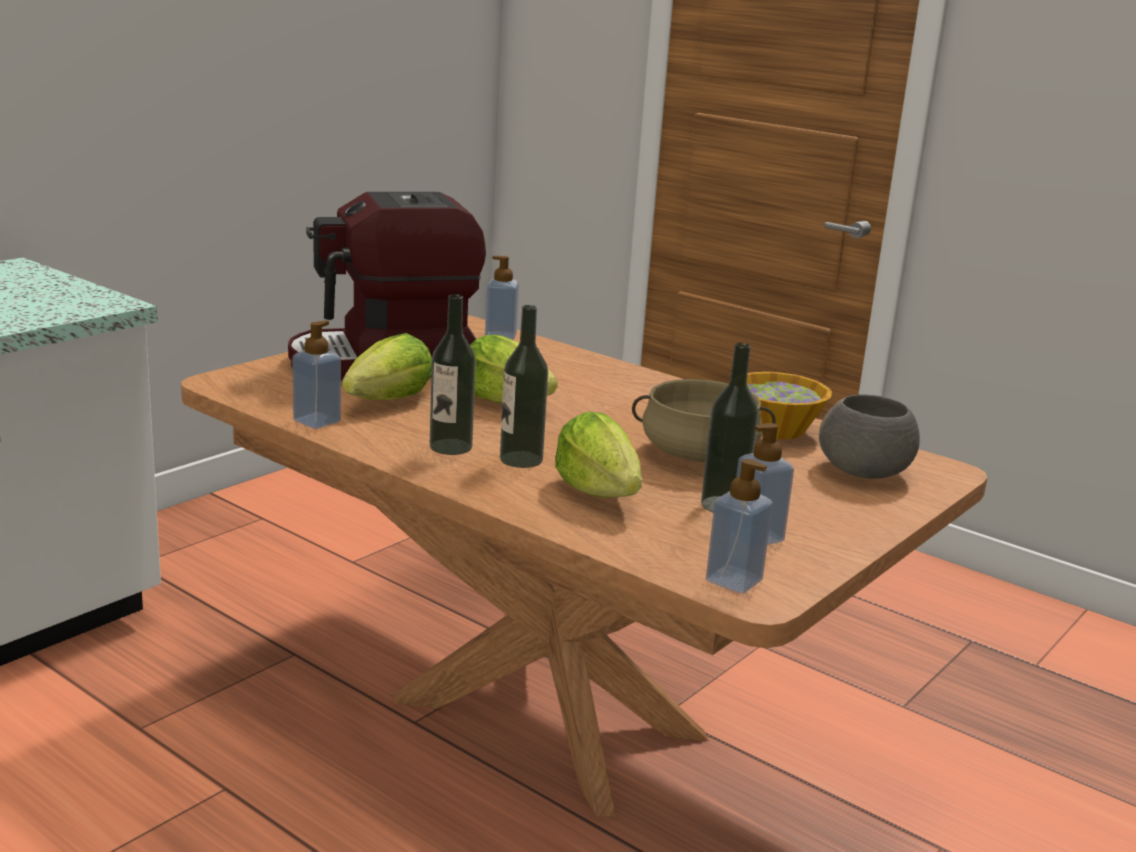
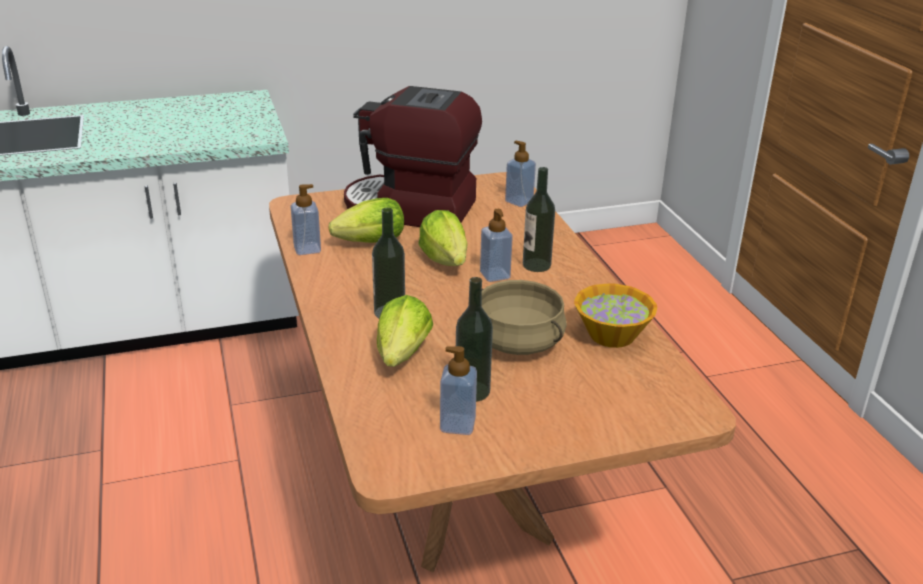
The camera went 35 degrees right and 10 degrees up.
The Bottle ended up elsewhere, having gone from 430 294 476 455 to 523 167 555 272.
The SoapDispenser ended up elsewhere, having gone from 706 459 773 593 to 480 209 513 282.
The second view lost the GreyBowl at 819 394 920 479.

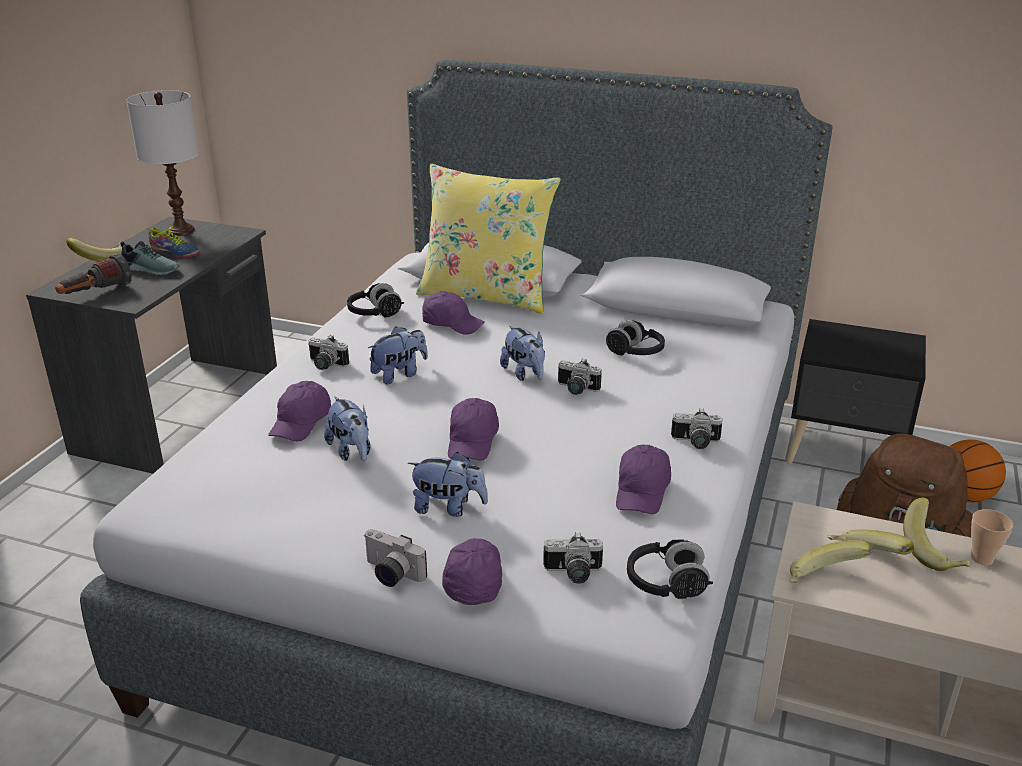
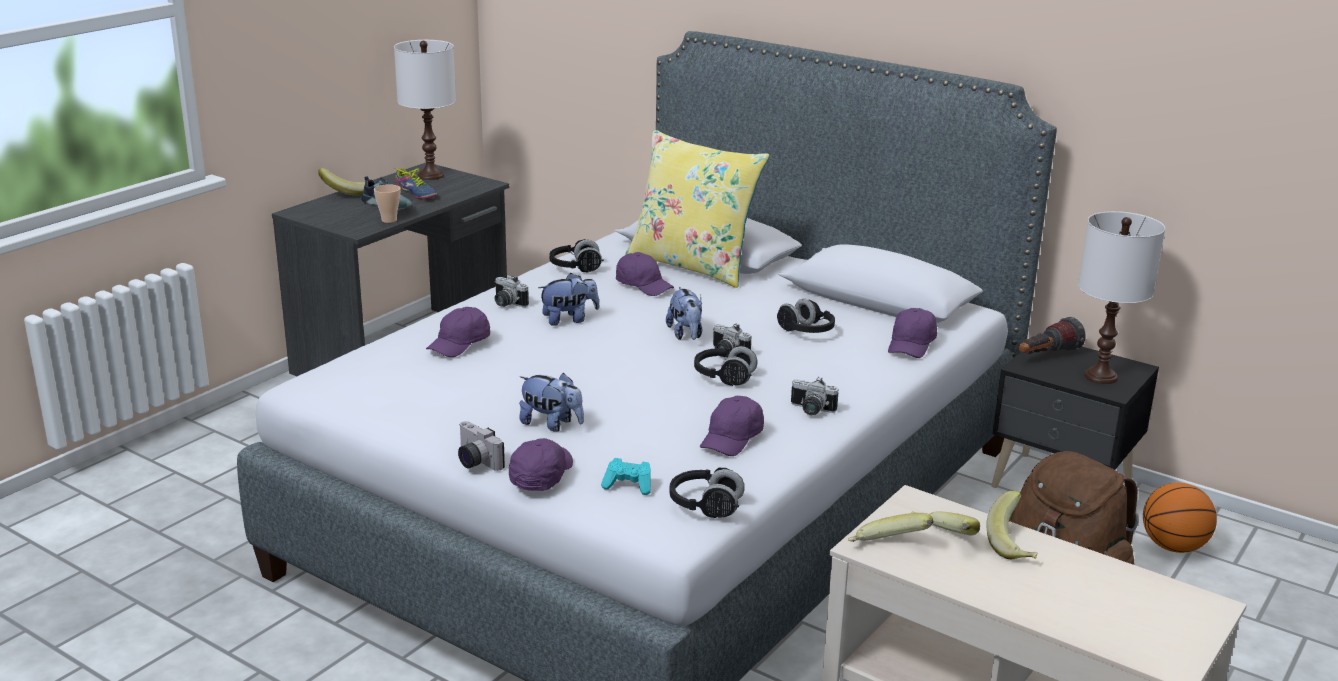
The camera went 15 degrees right and 5 degrees down.
The Flashlight ended up elsewhere, having gone from 55 253 132 294 to 1019 317 1085 354.
The second view lost the PlushToy at 324 396 370 461.
The PurpleCap ended up elsewhere, having gone from 448 398 499 461 to 888 308 937 358.
Where the PhotoCamera stood at 543 532 603 584, the TurquoiseGameController came to stand at 601 458 651 495.
The Cup ended up elsewhere, having gone from 971 509 1013 565 to 374 184 400 223.
The second view gained the BlackHeadphones at 694 346 757 386.
The second view gained the WhiteTableLamp at 1078 211 1165 384.

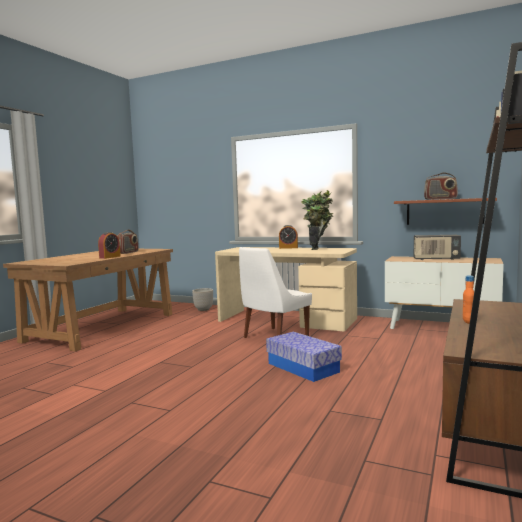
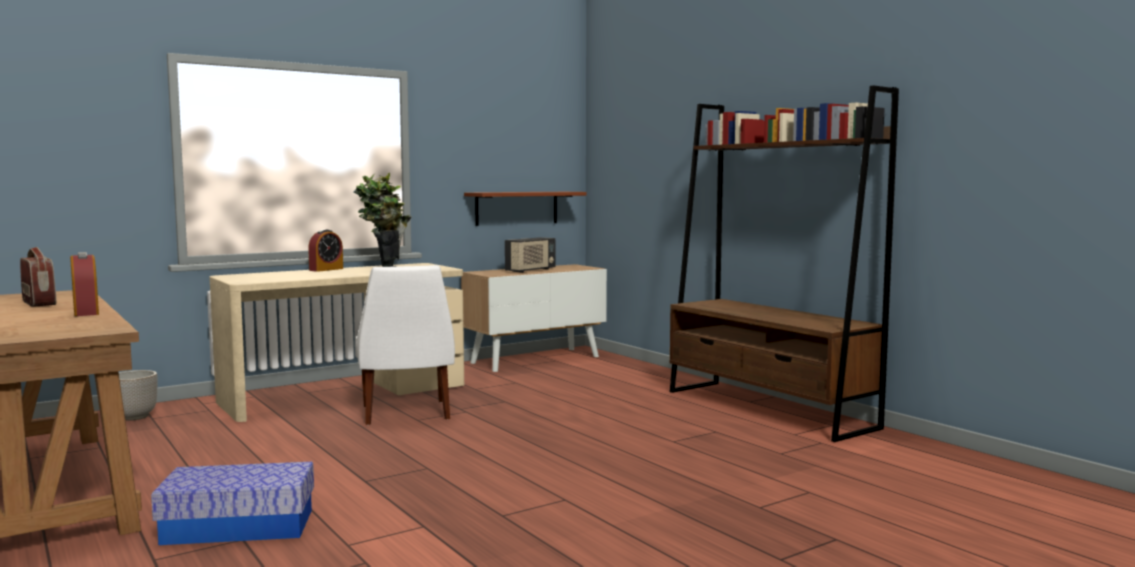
The camera went 60 degrees left and 0 degrees up.
The StorageBox ended up elsewhere, having gone from 266 332 342 382 to 151 462 314 545.
The second view lost the Radio at 424 172 458 200.
The second view lost the OrangeBottle at 463 275 474 324.

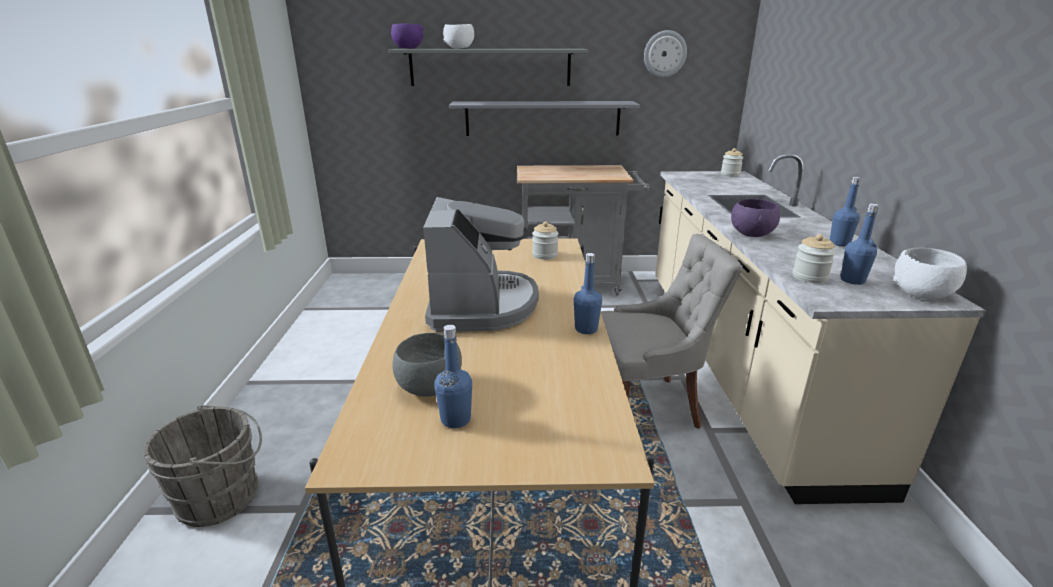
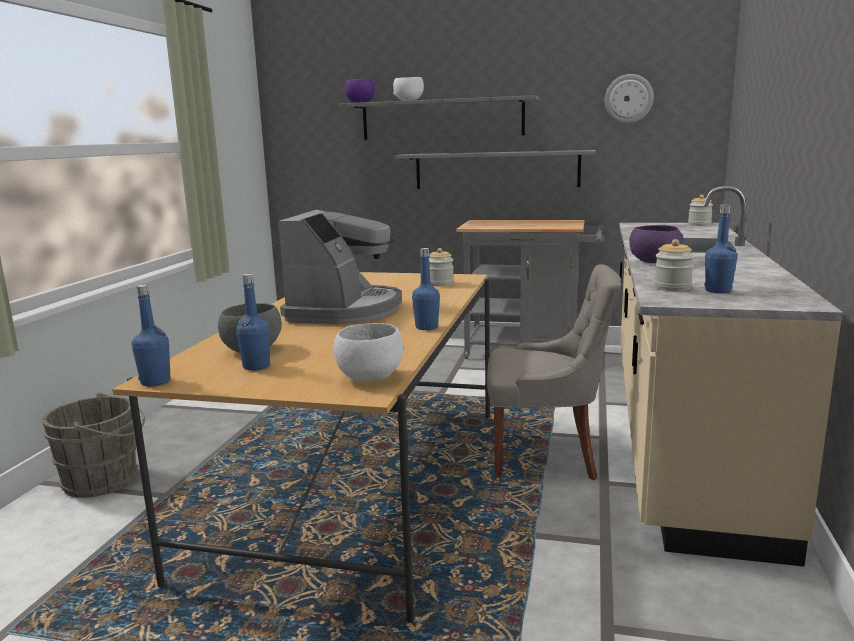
The camera went 15 degrees right and 10 degrees down.
The BlueBottle ended up elsewhere, having gone from 830 177 861 246 to 132 284 170 387.
The WhiteBowl ended up elsewhere, having gone from 893 248 967 299 to 333 323 403 382.

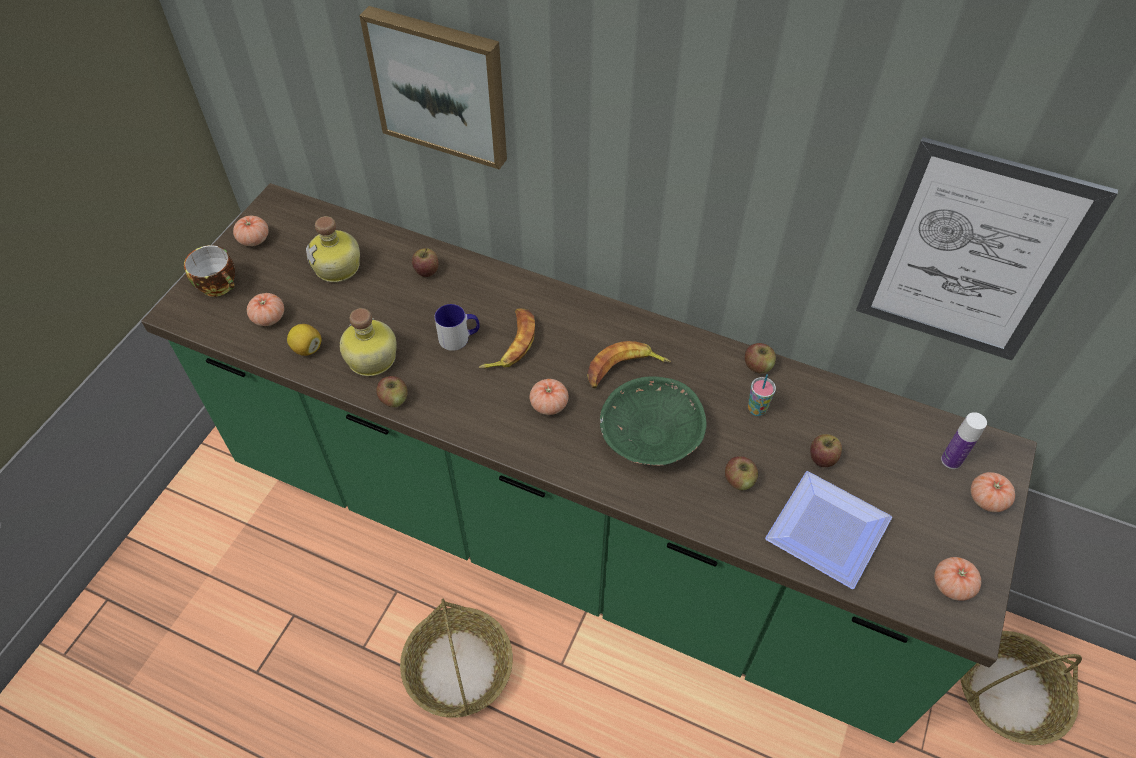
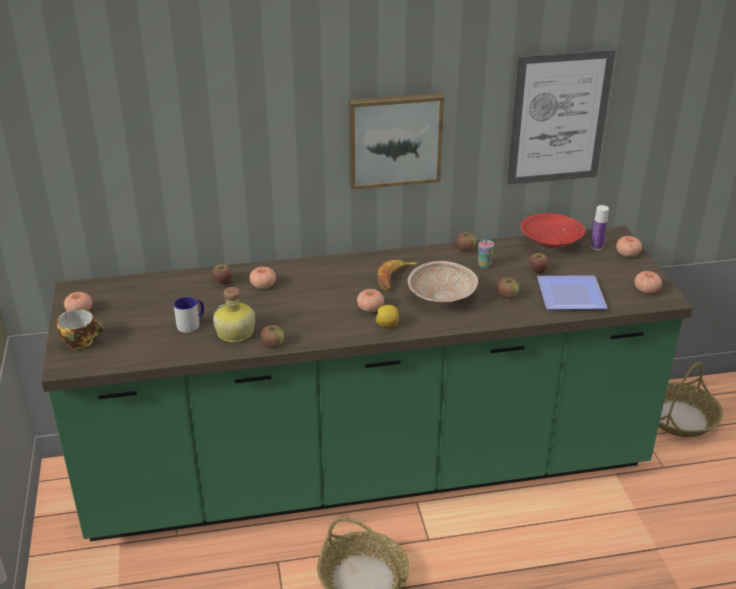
The camera went 35 degrees left and 20 degrees down.
The Tomato ended up elsewhere, having gone from 247 293 284 326 to 250 267 276 289.
The Lemon ended up elsewhere, having gone from 287 324 322 356 to 376 305 399 328.
The second view lost the Bottle at 306 216 360 282.
The Picture ended up elsewhere, having gone from 359 6 507 170 to 349 93 444 190.
The Mug ended up elsewhere, having gone from 435 304 480 351 to 174 297 204 333.
The second view lost the Banana at 478 309 535 369.
What was the GreenBowl at 600 376 707 466 turned into the BeigeBowl at 408 261 478 303.
The second view gained the RedBowl at 521 213 585 248.

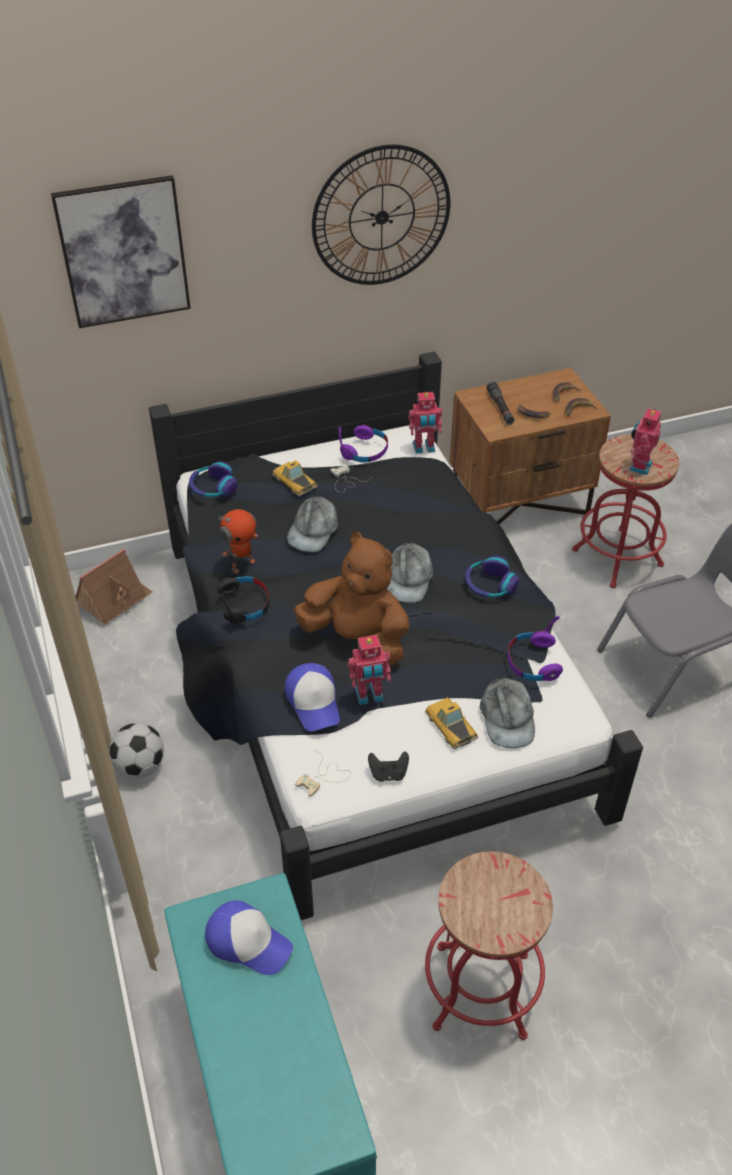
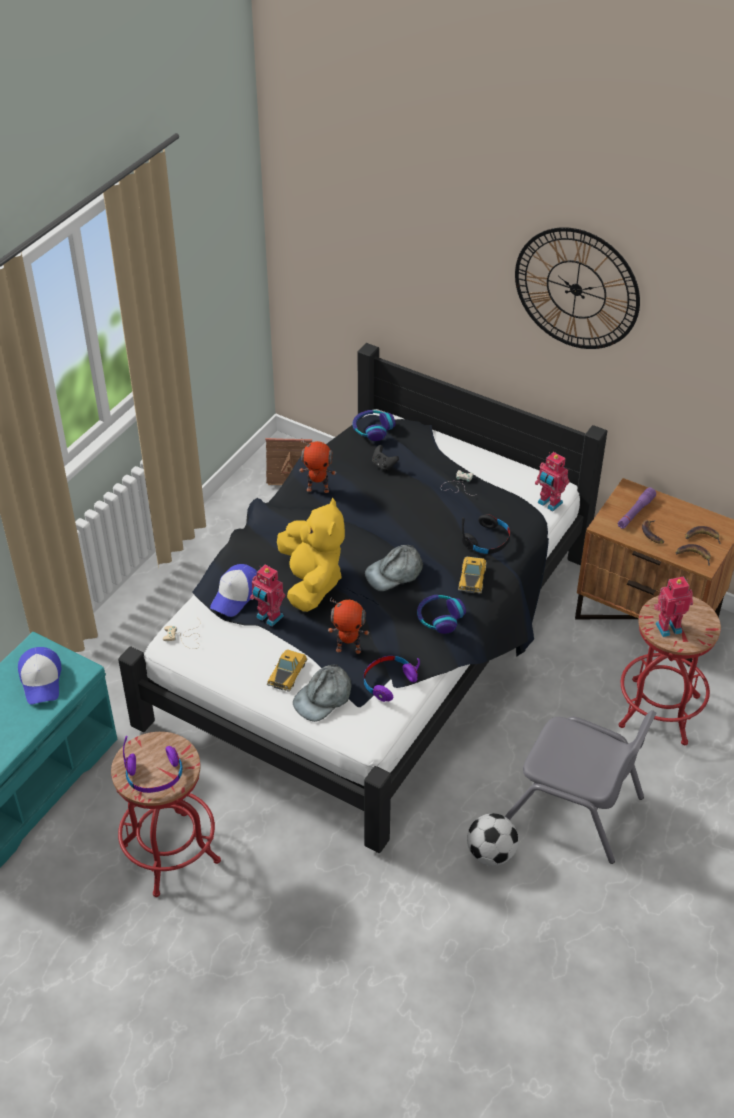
The camera went 50 degrees right and 0 degrees up.
The second view lost the Picture at 51 175 191 328.
The Football ended up elsewhere, having gone from 109 723 164 778 to 467 813 519 866.
The BlackHeadphones ended up elsewhere, having gone from 217 576 270 624 to 462 514 510 554.
The ToyCar ended up elsewhere, having gone from 272 460 318 496 to 458 557 487 594.
The second view lost the GreyCap at 287 495 339 552.
What was the BrownPlushToy at 293 532 409 666 turned into the YellowPlushToy at 277 498 345 612.
The PurpleHeadphones ended up elsewhere, having gone from 338 425 388 462 to 123 736 182 793.
The BlackGameController ended up elsewhere, having gone from 368 751 409 782 to 372 445 399 472.
What was the BlackFlashlight at 487 382 515 425 turned into the PurpleFlashlight at 618 487 656 529.
The second view gained the ToyRobot at 328 597 369 654.

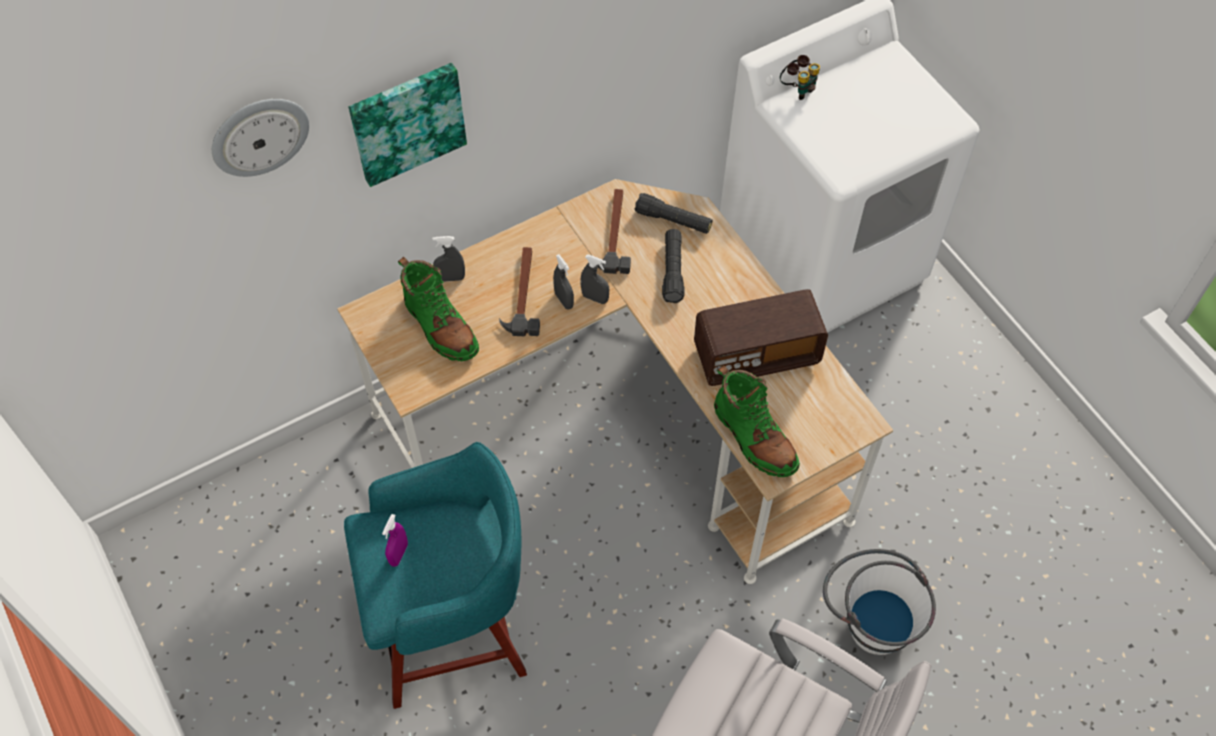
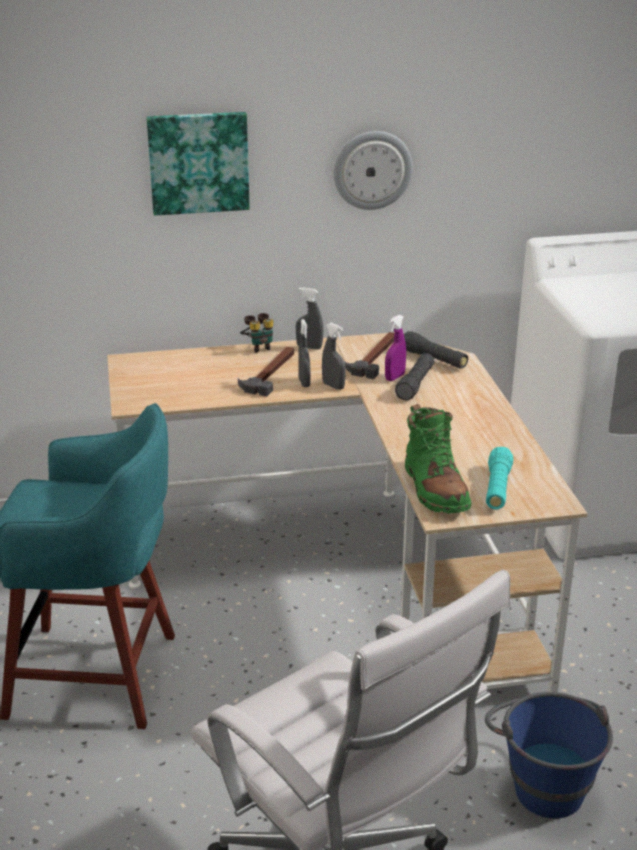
The camera went 20 degrees right and 30 degrees down.
The WallClock ended up elsewhere, having gone from 212 99 309 177 to 334 131 413 210.
The PurpleSprayBottle ended up elsewhere, having gone from 382 514 408 567 to 385 315 406 381.
The second view lost the GreenBoot at 398 257 479 361.
The GreySprayBottle ended up elsewhere, having gone from 432 236 465 282 to 296 287 323 349.
The second view lost the Radio at 694 289 828 386.
The Binoculars ended up elsewhere, having gone from 780 55 820 100 to 240 313 273 353.
What was the WhiteBucket at 823 549 936 655 turned into the BlueBucket at 485 692 613 819.
The second view gained the TurquoiseFlashlight at 486 447 513 510.

